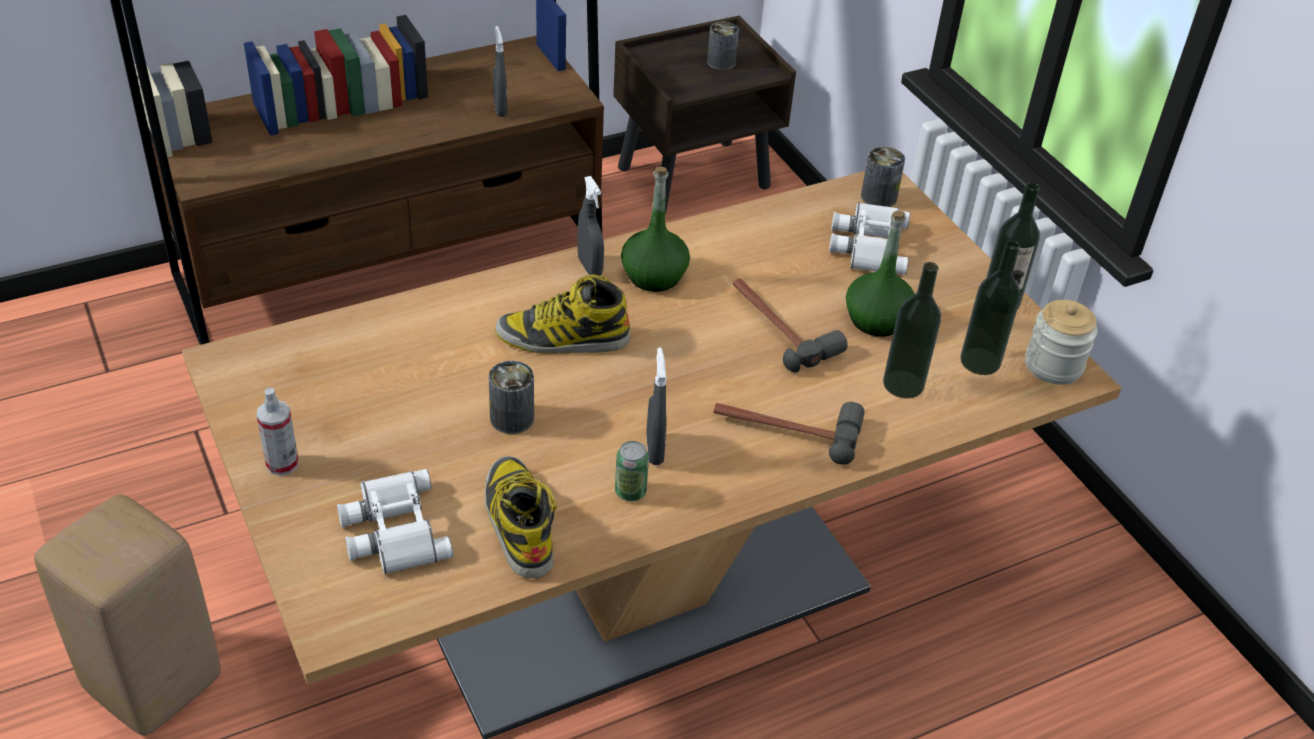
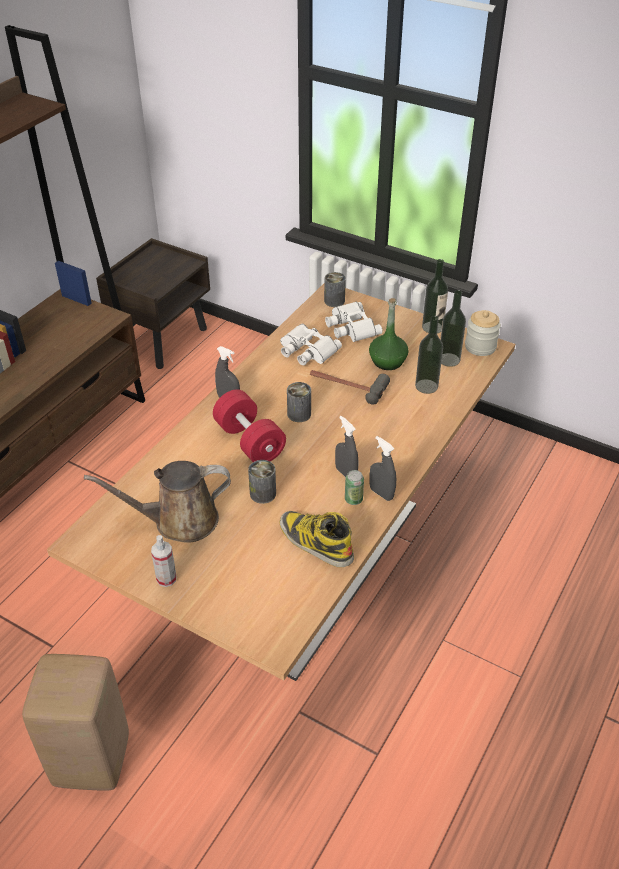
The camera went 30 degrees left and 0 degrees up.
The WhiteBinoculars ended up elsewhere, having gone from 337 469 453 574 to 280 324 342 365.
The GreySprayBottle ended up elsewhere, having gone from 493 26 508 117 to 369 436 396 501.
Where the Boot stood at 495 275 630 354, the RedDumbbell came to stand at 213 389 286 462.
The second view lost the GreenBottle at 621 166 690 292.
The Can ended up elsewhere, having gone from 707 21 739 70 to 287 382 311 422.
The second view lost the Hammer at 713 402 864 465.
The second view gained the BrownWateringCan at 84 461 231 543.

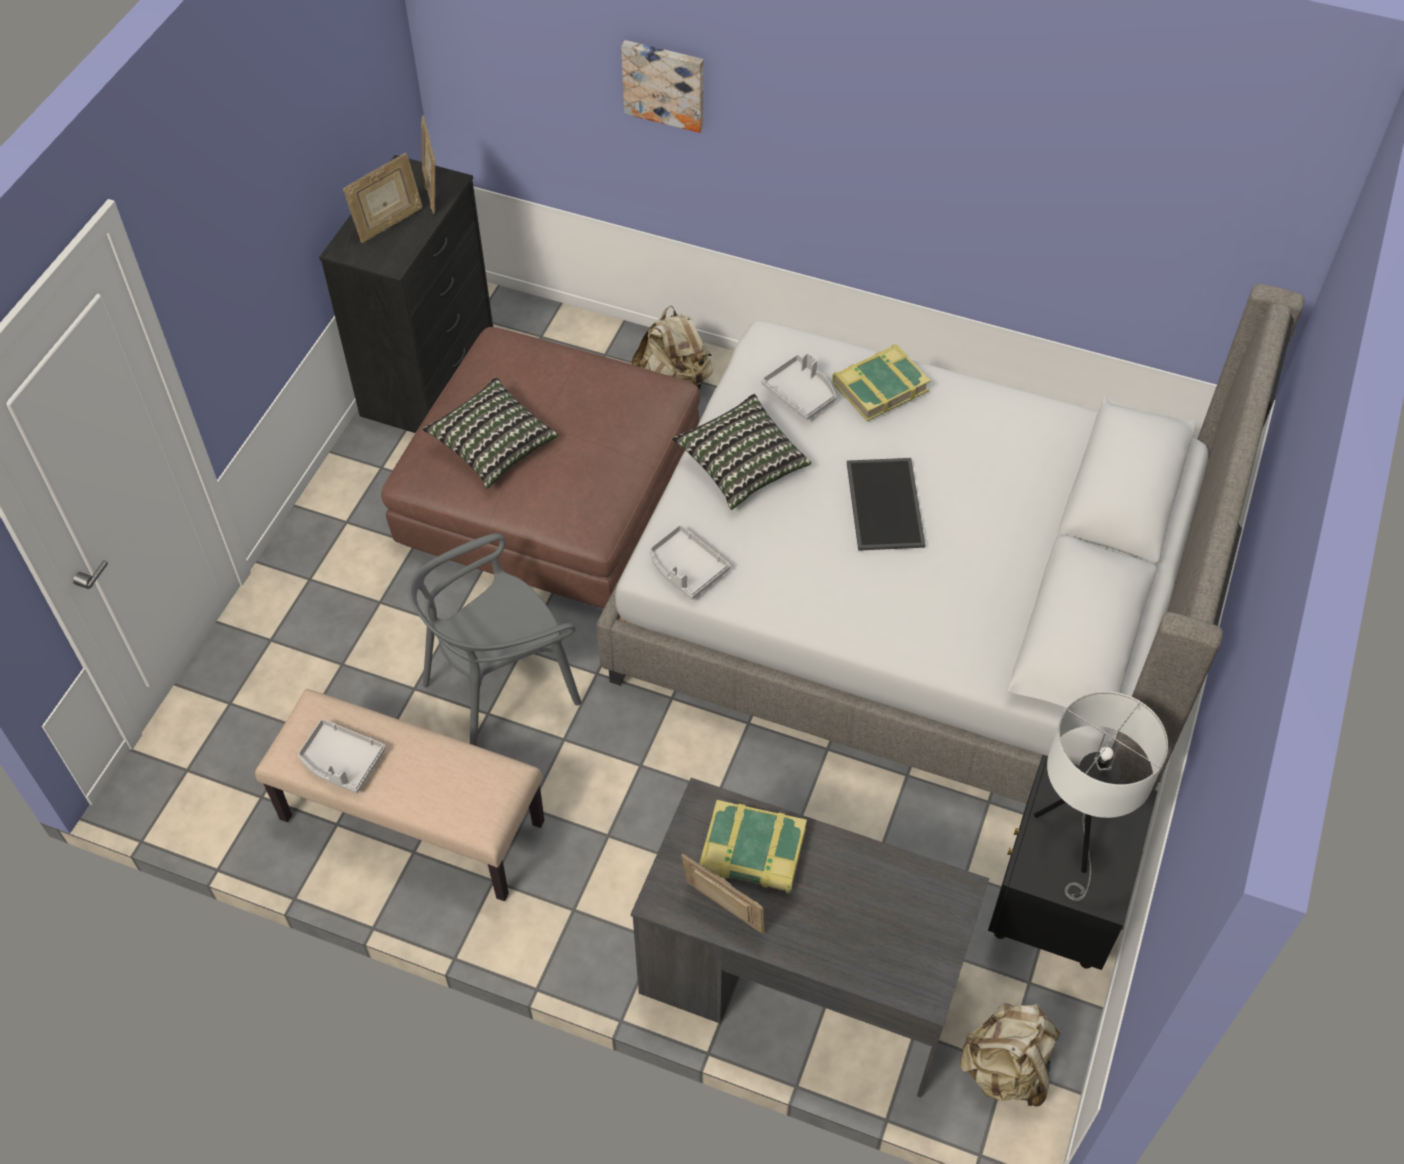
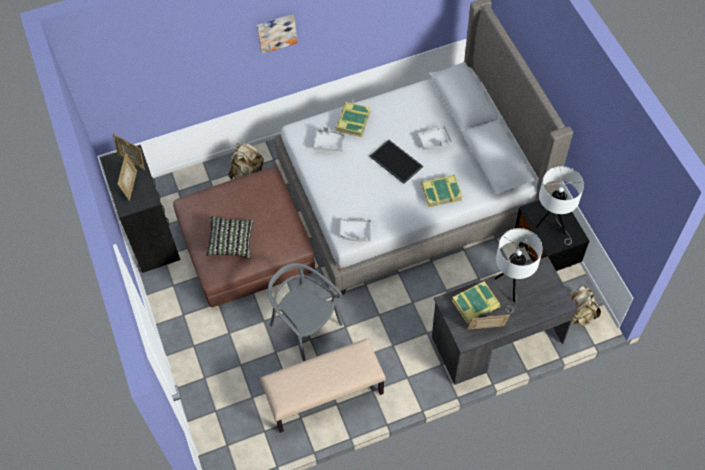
The camera went 40 degrees left and 5 degrees up.
The GreyTray ended up elsewhere, having gone from 298 719 386 793 to 418 126 453 150.
The GreyChair at 408 533 582 746 ended up facing another way, 120 degrees clockwise from before.
The Picture ended up elsewhere, having gone from 621 40 704 133 to 257 14 297 54.
The second view lost the Pillow at 672 394 811 510.
The second view gained the Book at 421 174 463 207.
The second view gained the WhiteTableLamp at 494 228 543 313.

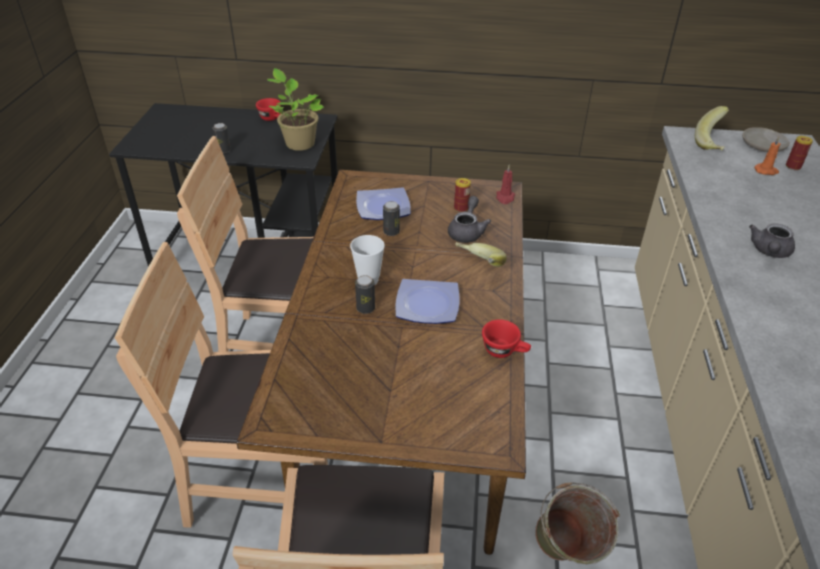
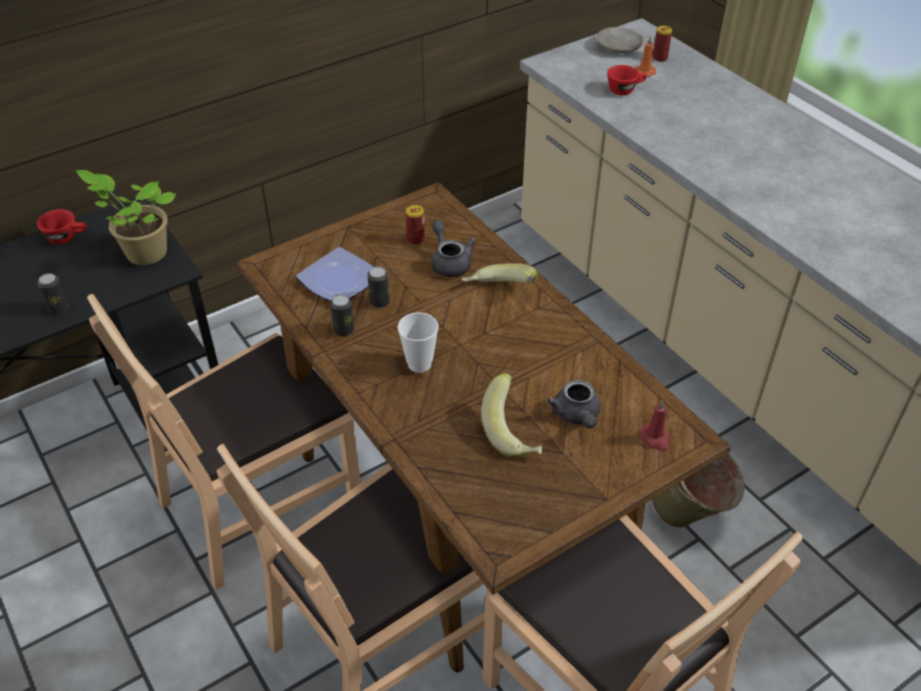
The camera went 40 degrees left and 5 degrees up.
The Can ended up elsewhere, having gone from 355 275 375 314 to 330 295 354 336.
The second view lost the Plate at 395 279 459 324.
The RedCup ended up elsewhere, having gone from 482 319 531 358 to 607 65 647 95.
The RedCandle ended up elsewhere, having gone from 496 165 515 204 to 639 400 670 451.
The Banana ended up elsewhere, having gone from 695 106 729 150 to 481 373 542 457.
The GreyTeapot ended up elsewhere, having gone from 749 223 795 258 to 547 380 601 428.

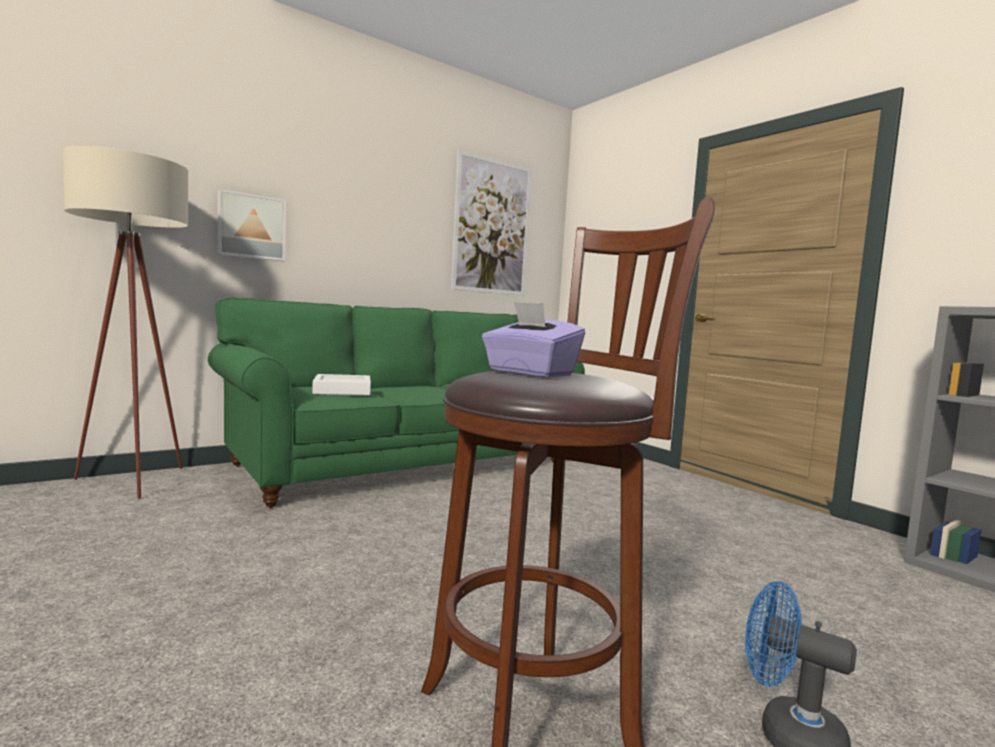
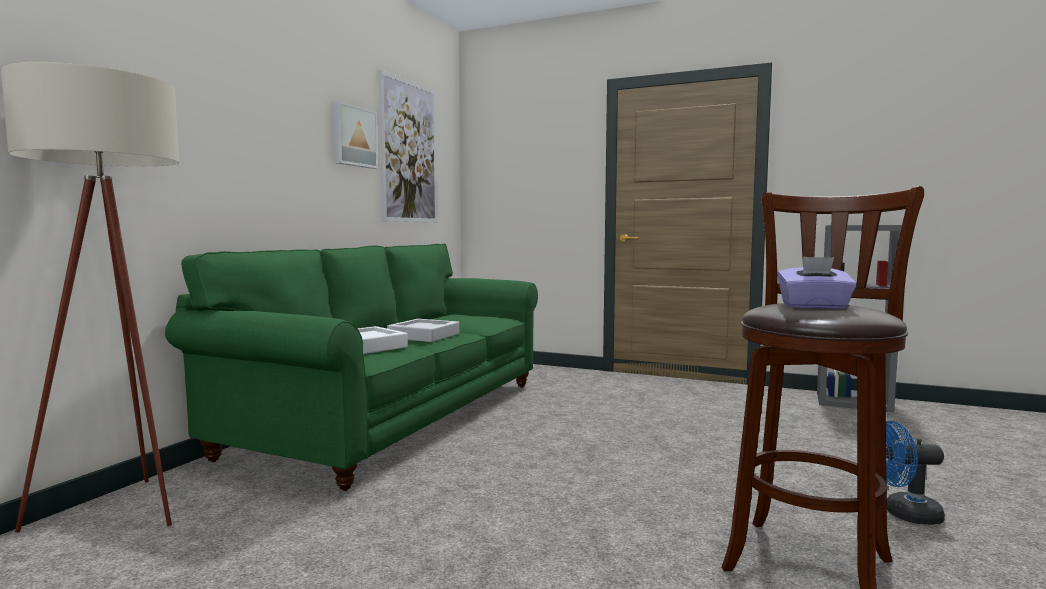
The camera went 30 degrees left and 0 degrees up.
The Picture ended up elsewhere, having gone from 217 189 286 261 to 333 101 378 169.
The second view gained the GreyTray at 387 319 459 342.

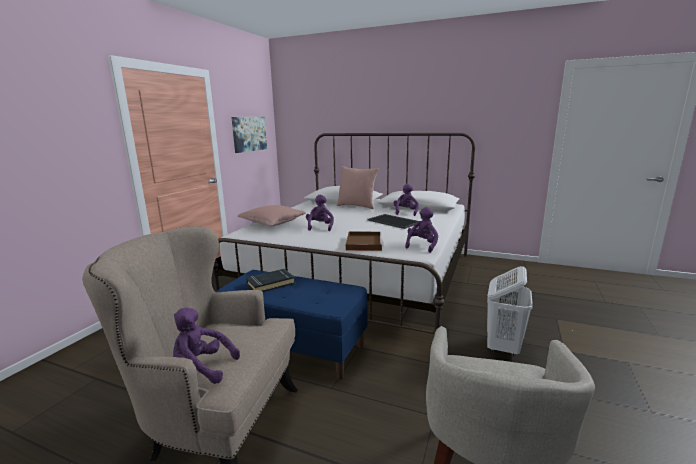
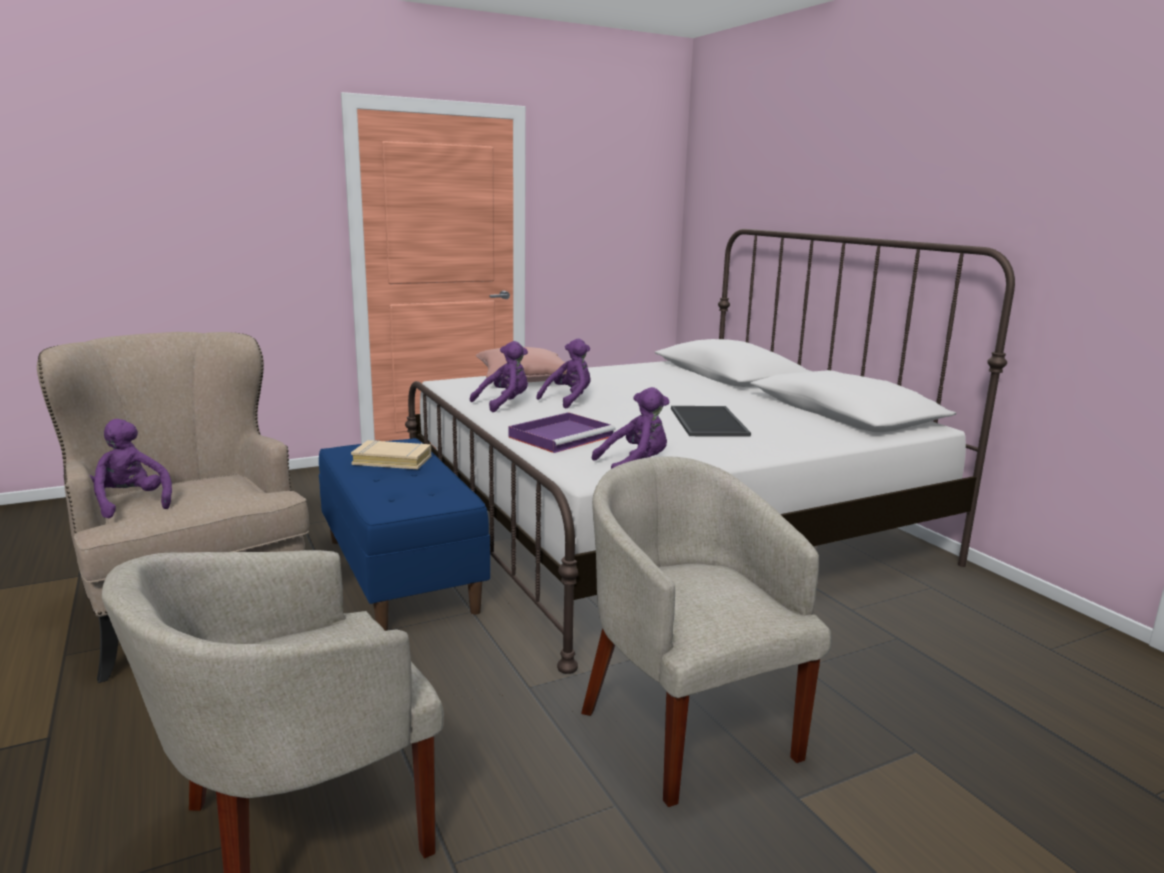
The camera went 40 degrees right and 0 degrees up.
The second view lost the Picture at 231 117 267 153.
What was the BlackBook at 246 269 295 292 turned into the BeigeBook at 351 440 431 469.
The second view lost the PinkPillow at 337 166 379 209.
What was the BrownTray at 346 232 383 251 turned into the PurpleTray at 508 412 616 453.
The PurplePlushToy ended up elsewhere, having gone from 394 184 419 216 to 470 341 528 412.
Where the WhiteLaundryBasket stood at 487 266 533 357, the BeigeArmchair came to stand at 581 457 832 807.

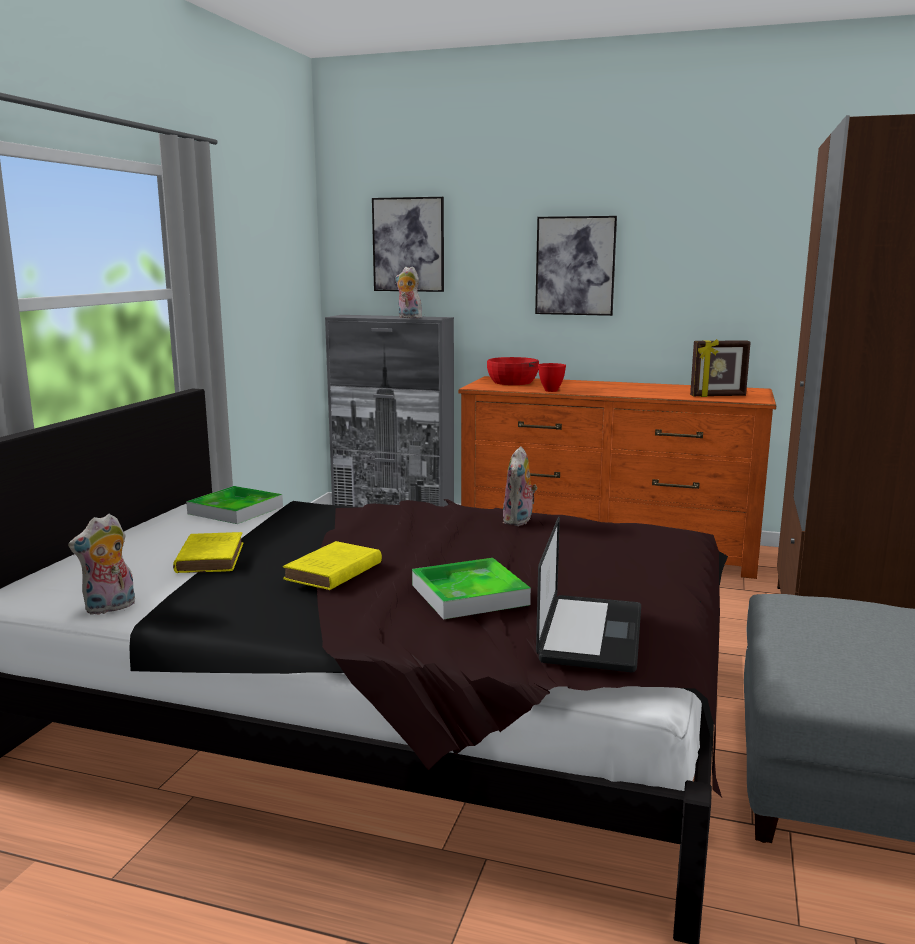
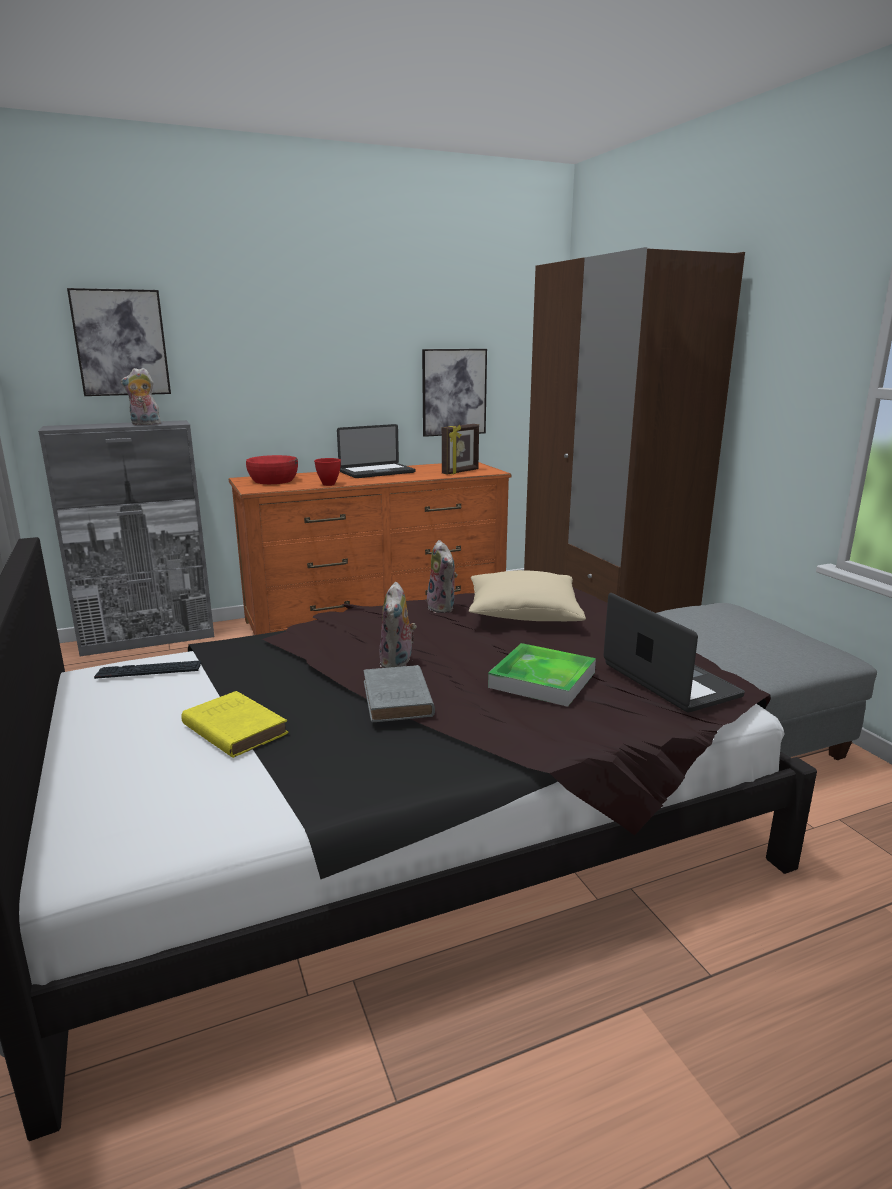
The camera went 40 degrees left and 5 degrees up.
The PlushToy ended up elsewhere, having gone from 68 514 135 614 to 379 582 417 668.
Where the Tray stood at 186 486 283 524, the Keyboard came to stand at 94 661 201 679.
What was the YellowBook at 283 541 382 590 turned into the GreyBook at 363 665 435 722.
The Picture ended up elsewhere, having gone from 535 216 617 316 to 422 349 487 437.
The second view gained the Laptop at 337 424 416 478.
The second view gained the BeigePillow at 469 570 586 621.

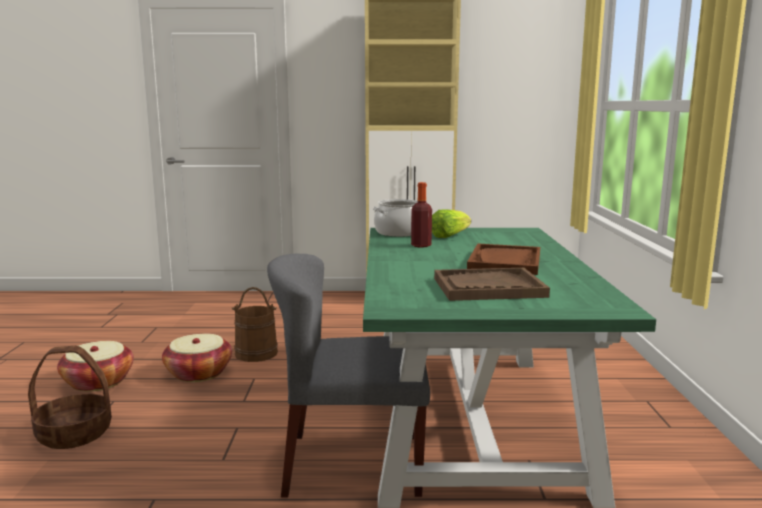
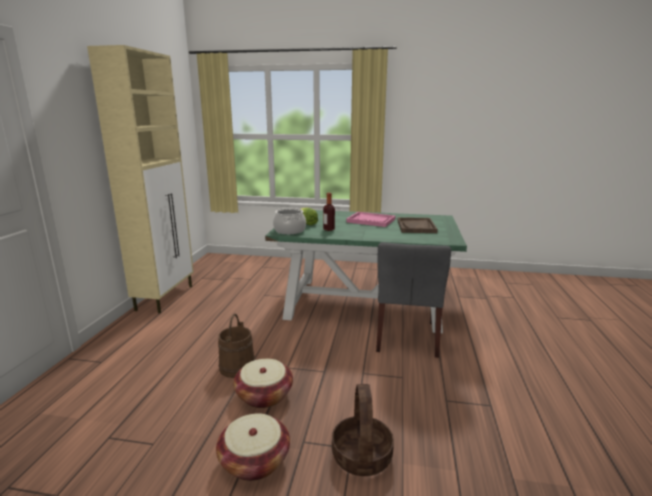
The camera went 80 degrees left and 5 degrees up.
What was the BrownTray at 467 244 540 275 turned into the PinkTray at 346 212 395 227.

